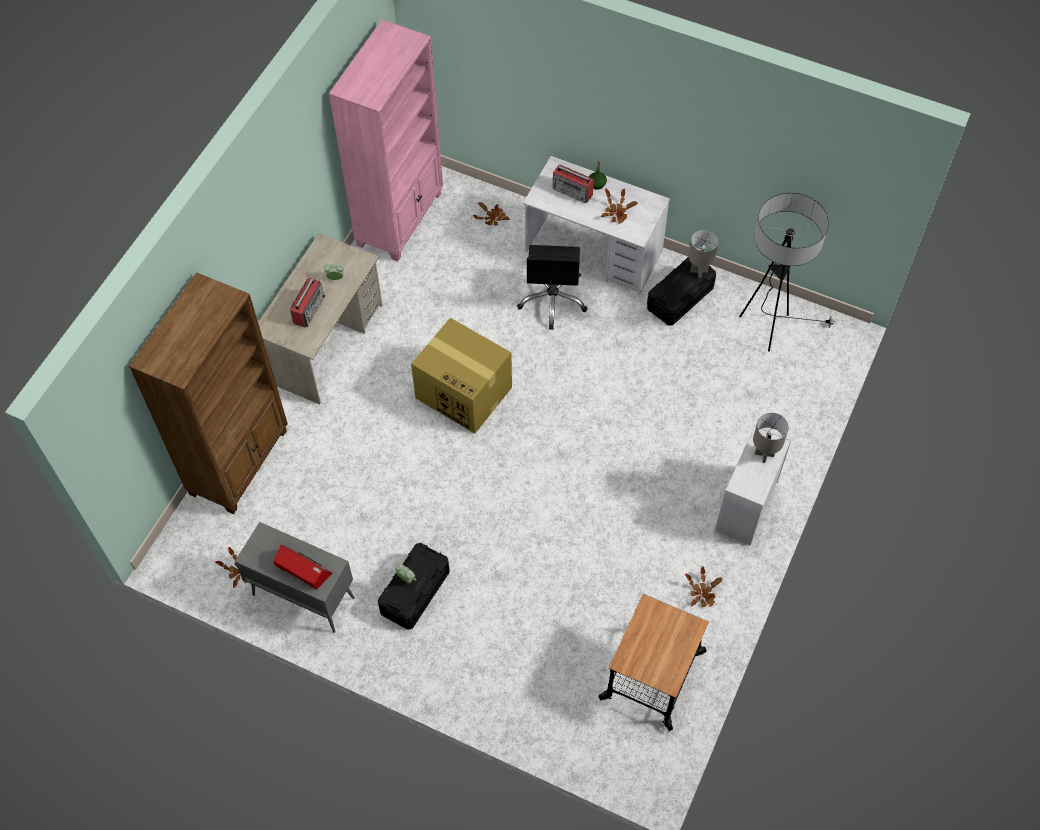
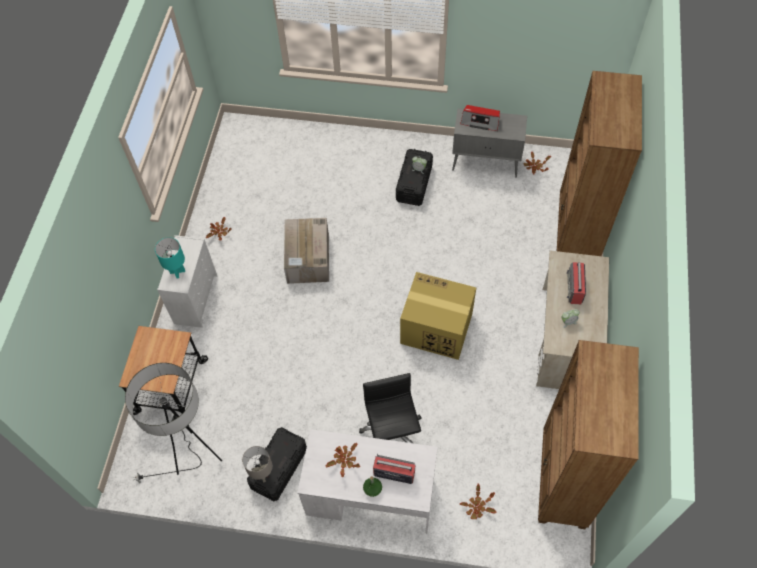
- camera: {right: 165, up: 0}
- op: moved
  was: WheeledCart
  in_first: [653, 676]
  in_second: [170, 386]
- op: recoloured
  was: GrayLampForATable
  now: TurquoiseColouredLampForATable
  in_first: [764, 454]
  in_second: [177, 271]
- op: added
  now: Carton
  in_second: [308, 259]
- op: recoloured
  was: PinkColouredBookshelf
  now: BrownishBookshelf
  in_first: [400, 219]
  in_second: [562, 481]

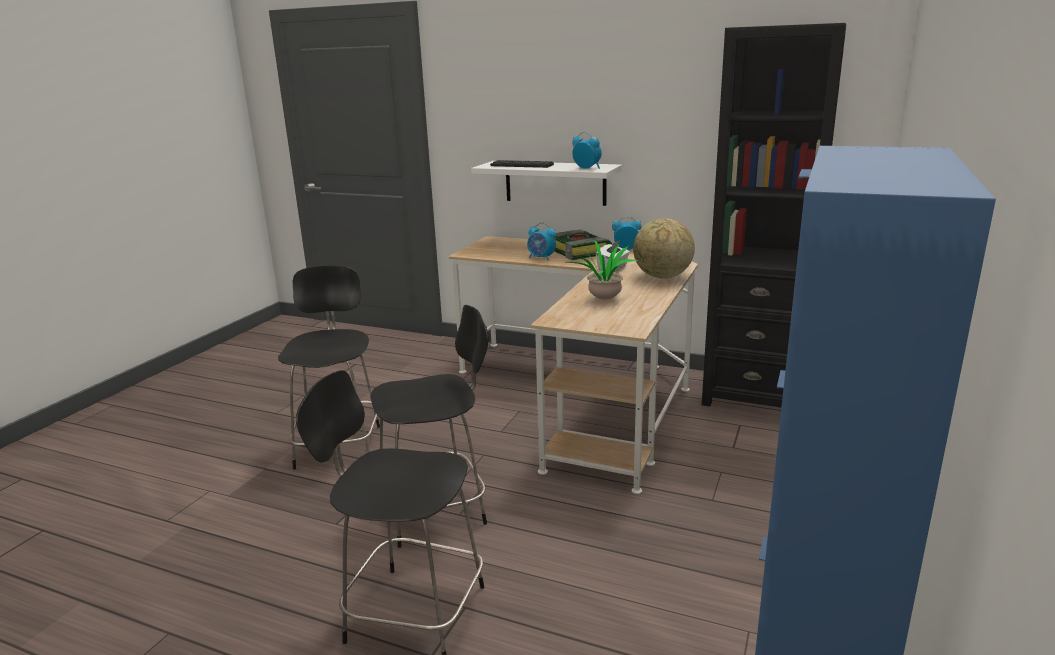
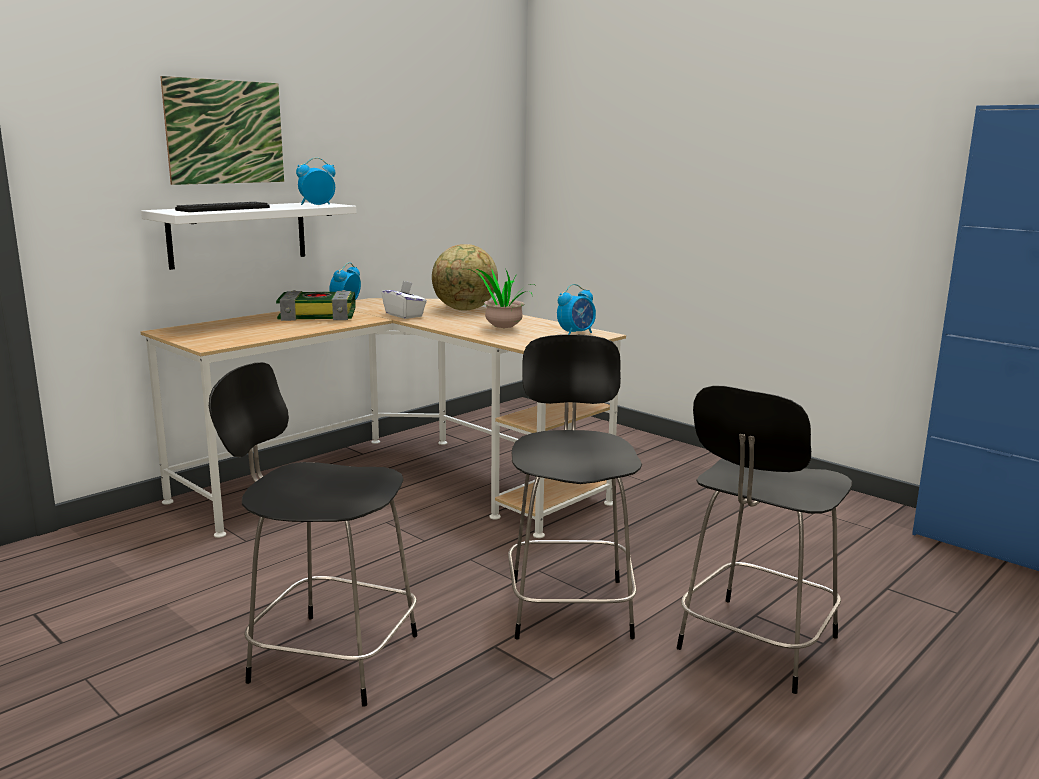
- camera: {right: -70, up: -5}
- op: added
  now: WallArt
  in_second: [225, 132]
- op: moved
  was: BedsideClock
  in_first: [541, 258]
  in_second: [576, 333]
- op: removed
  was: BlackishBookshelf
  in_first: [753, 395]

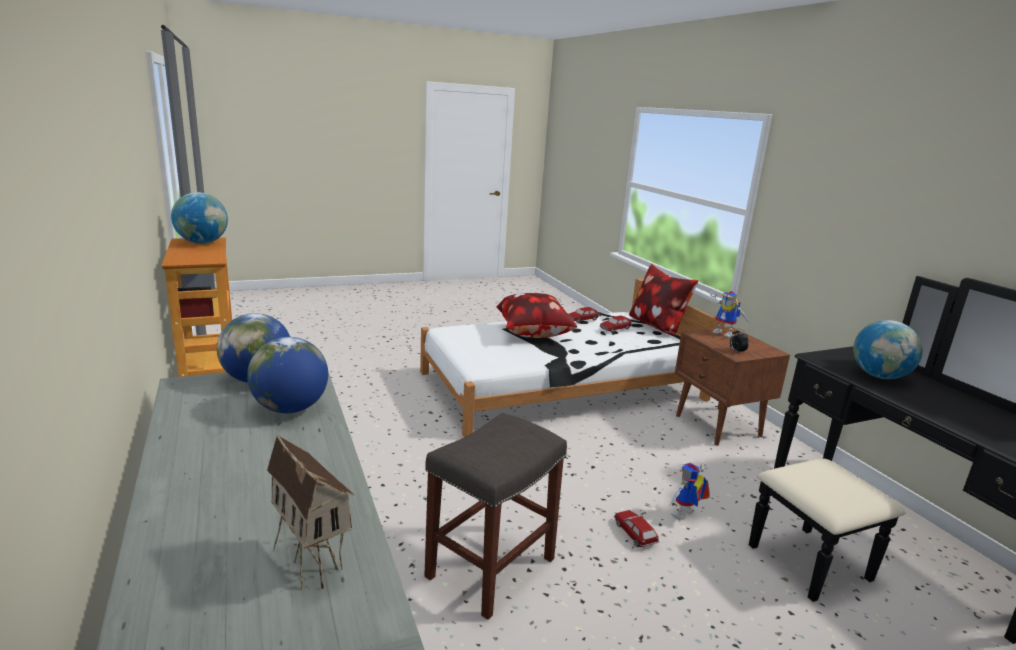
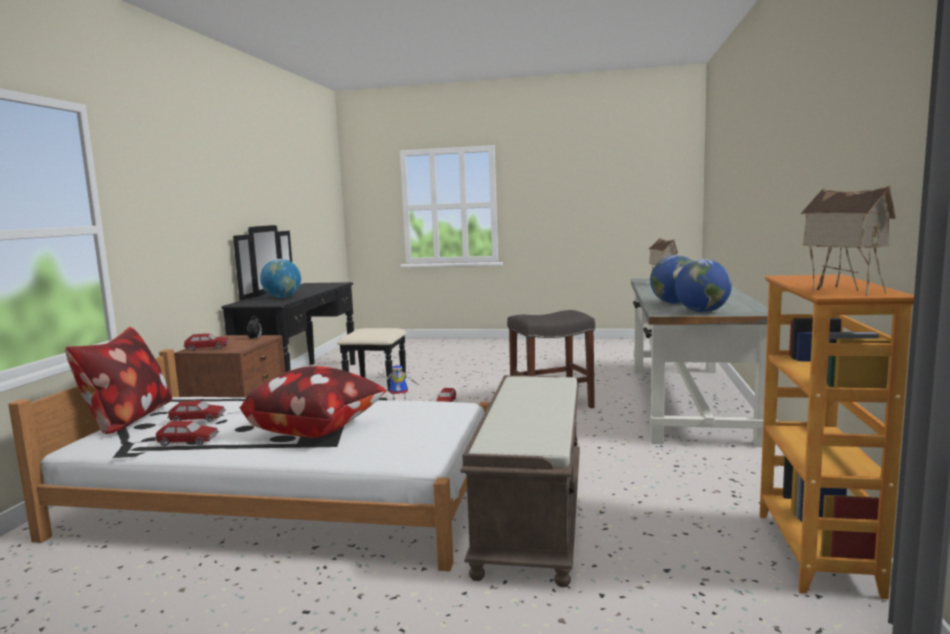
- camera: {right: -145, up: -10}
- op: replaced
  was: ToyRobot
  now: ToyCar
  in_first: [726, 333]
  in_second: [207, 348]
- op: added
  now: BrownishBench
  in_second: [531, 511]
- op: replaced
  was: WorldGlobe
  now: ModelHouse
  in_first: [202, 243]
  in_second: [841, 291]

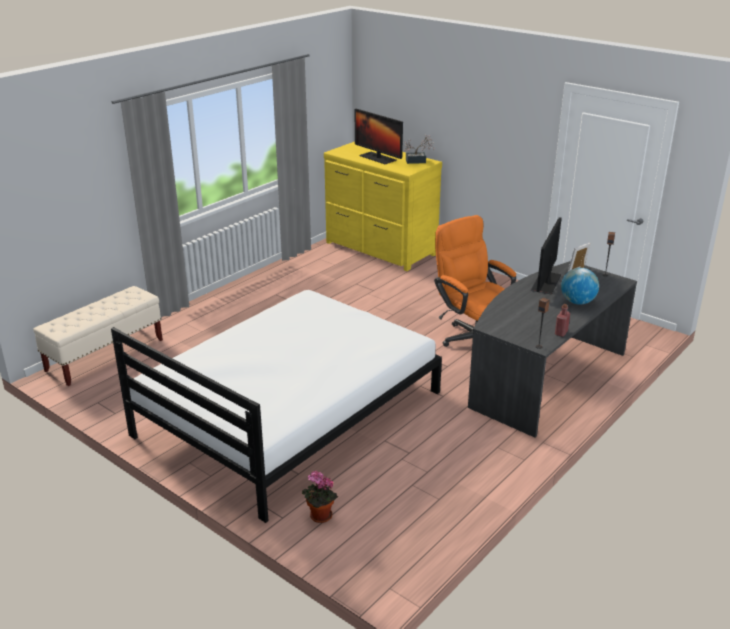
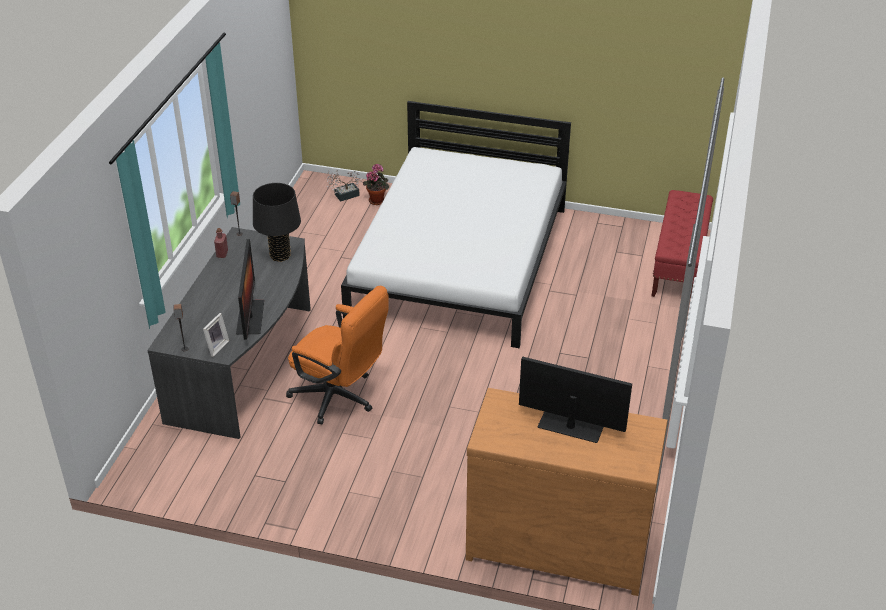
- camera: {right: 155, up: 10}
- op: added
  now: BlackishLampForATable
  in_second: [280, 256]
- op: moved
  was: Houseplant
  in_first: [418, 161]
  in_second: [344, 196]
- op: recoloured
  was: YellowishDrawerChest
  now: BrownishDrawerChest
  in_first: [380, 249]
  in_second: [558, 542]
- op: recoloured
  was: BeigeBench
  now: RedColouredBench
  in_first: [105, 355]
  in_second: [679, 266]
- op: removed
  was: WorldGlobe
  in_first: [577, 302]

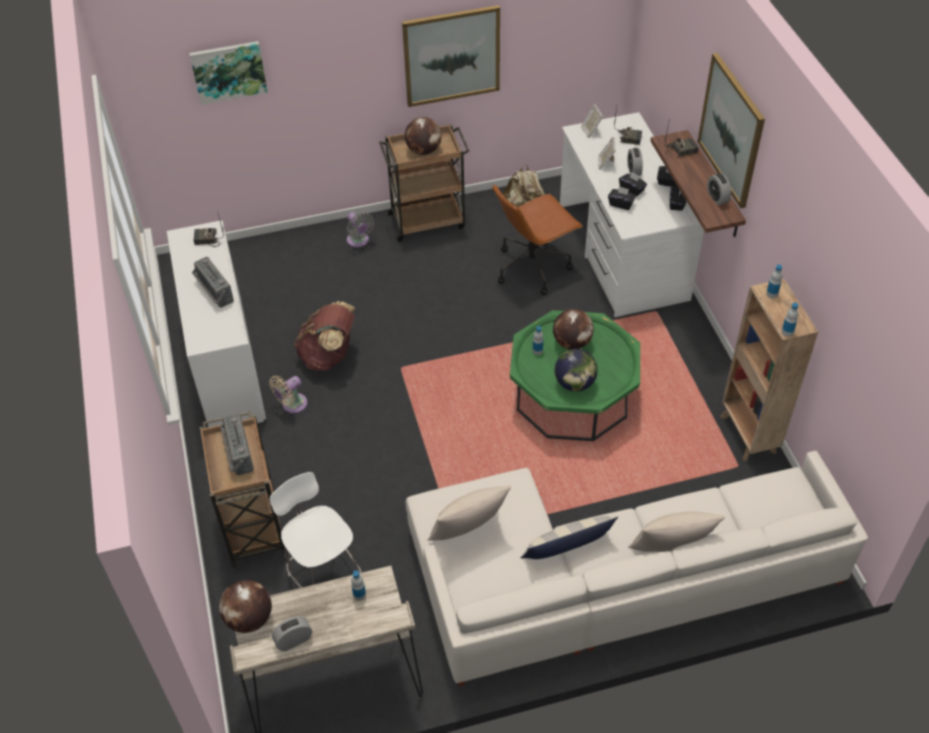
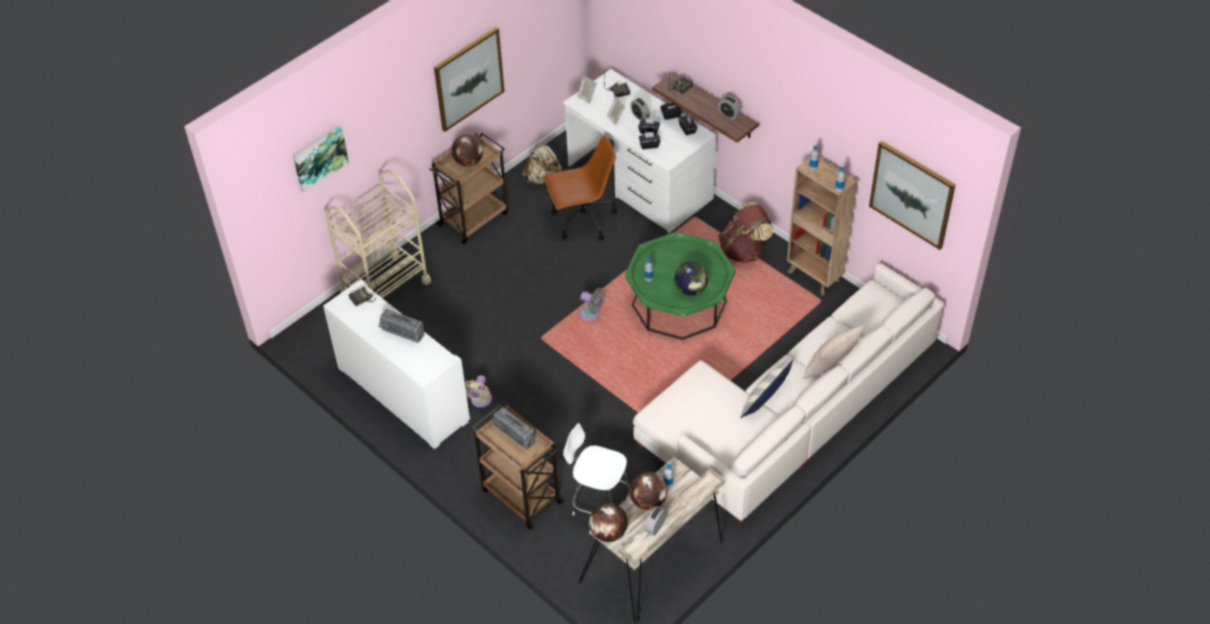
- camera: {right: -30, up: 0}
- op: added
  now: BeigeWheeledCart
  in_second: [385, 287]
- op: turned
  was: BrownishOfficeChair
  in_first: [533, 267]
  in_second: [582, 221]
  clockwise: -135
- op: moved
  was: GrayCoolingFan
  in_first: [359, 241]
  in_second: [591, 314]
- op: moved
  was: WorldGlobe
  in_first: [572, 342]
  in_second: [648, 501]
- op: moved
  was: BrownishBackpack
  in_first: [329, 356]
  in_second: [744, 251]
- op: moved
  was: WallArt
  in_first: [731, 130]
  in_second: [912, 194]
- op: removed
  was: BeigeCushion
  in_first: [469, 533]

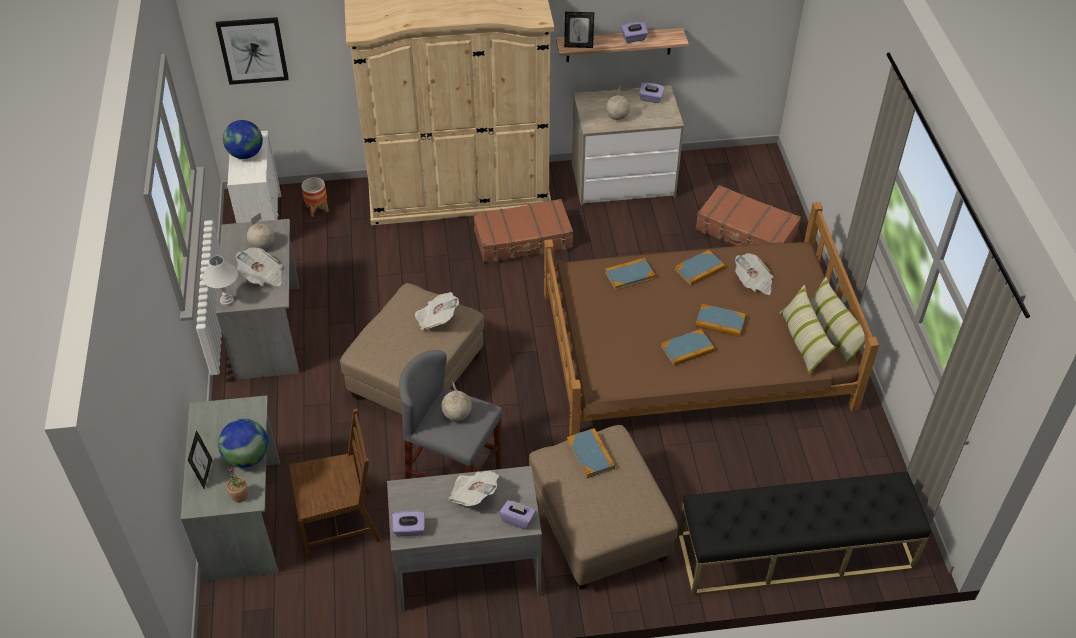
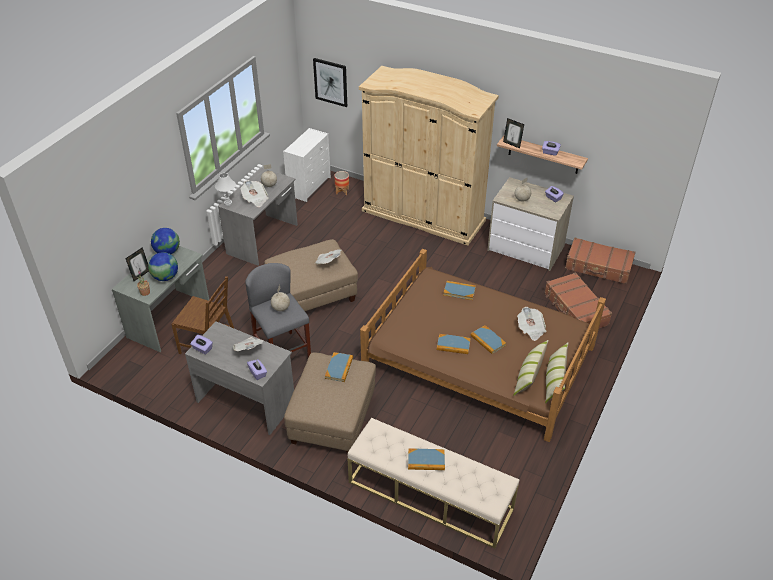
- camera: {right: 35, up: -5}
- op: moved
  was: WorldGlobe
  in_first: [246, 154]
  in_second: [167, 252]
- op: recoloured
  was: BlackishBench
  now: BeigeBench
  in_first: [794, 552]
  in_second: [430, 495]
- op: moved
  was: Book
  in_first: [699, 269]
  in_second: [426, 461]
- op: moved
  was: BrownishSuitcase
  in_first: [523, 240]
  in_second: [598, 267]

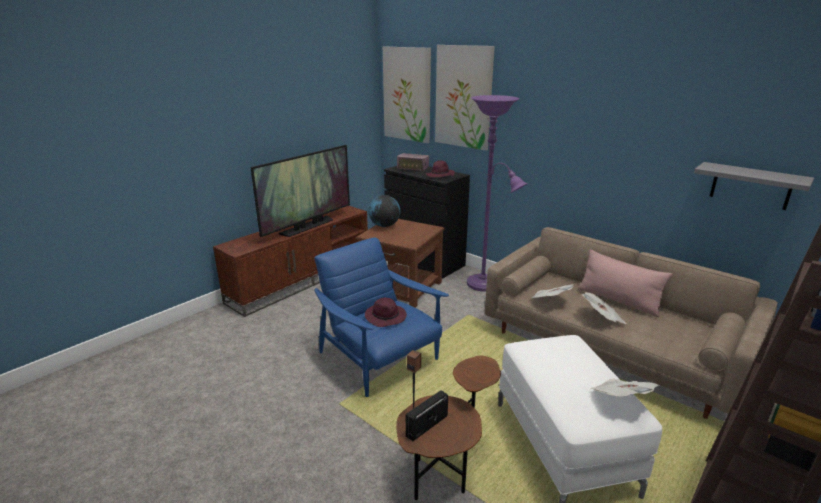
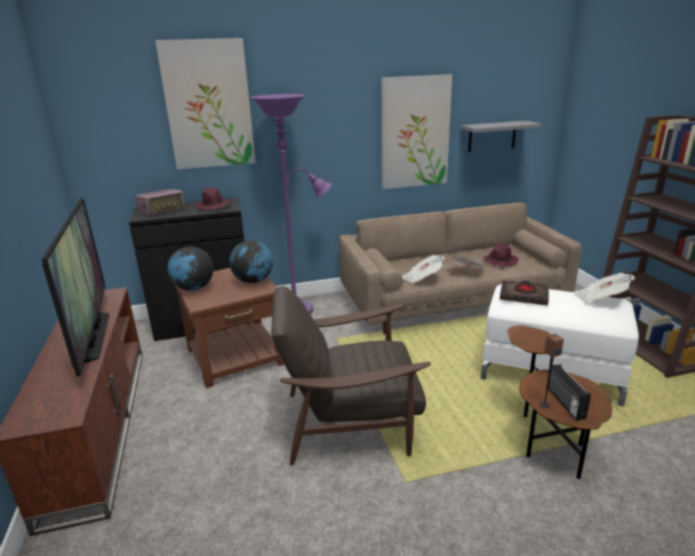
- camera: {right: -55, up: 0}
- op: added
  now: WorldGlobe
  in_second: [253, 281]
- op: recoloured
  was: BlueColouredLoungeChair
  now: BrownishLoungeChair
  in_first: [379, 358]
  in_second: [350, 421]
- op: moved
  was: WallArt
  in_first: [407, 94]
  in_second: [414, 132]
- op: moved
  was: PurplishClothingHat
  in_first: [386, 317]
  in_second: [500, 261]
- op: added
  now: BlackishBook
  in_second: [524, 296]
- op: removed
  was: PinkColouredCushion
  in_first: [618, 300]

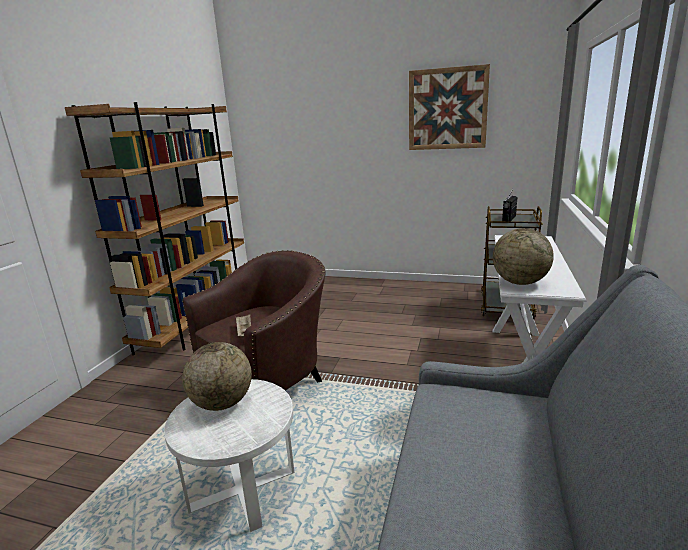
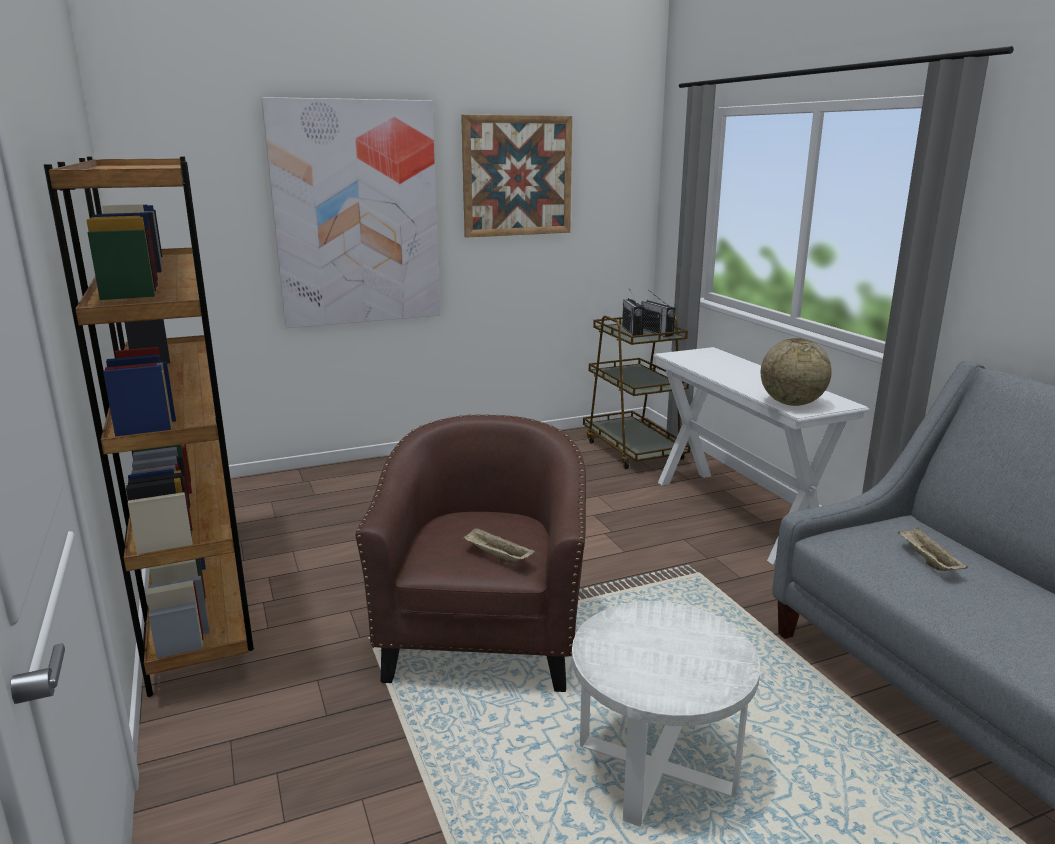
- camera: {right: -40, up: 0}
- op: added
  now: WallArt
  in_second: [357, 214]
- op: added
  now: RadioReceiver
  in_second: [656, 332]
- op: added
  now: BeigeCarryingTray
  in_second: [927, 561]
- op: removed
  was: WorldGlobe
  in_first: [222, 403]

